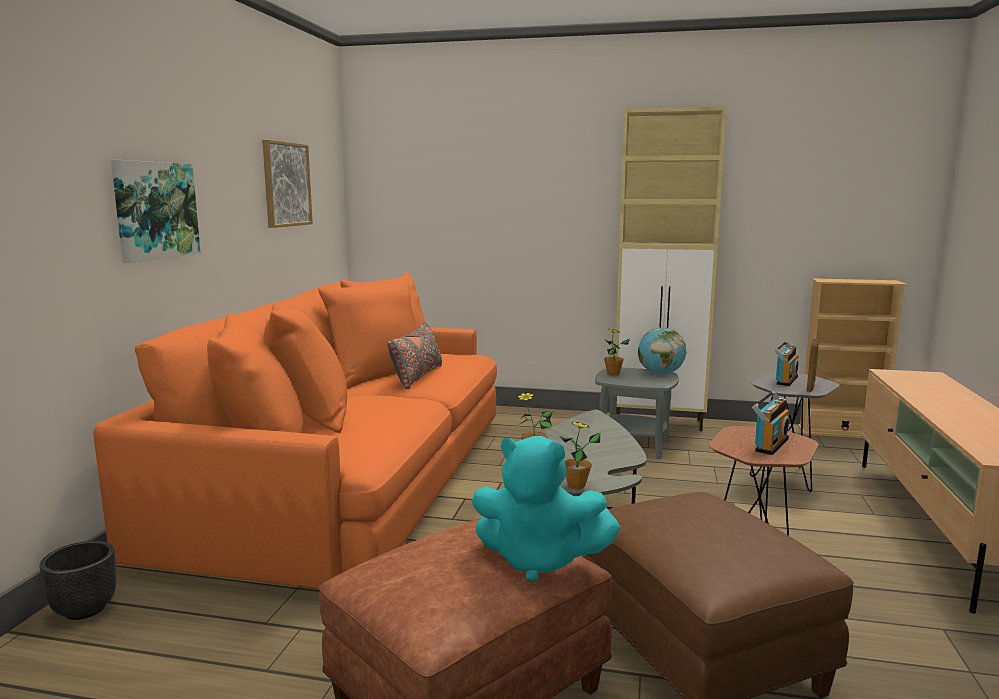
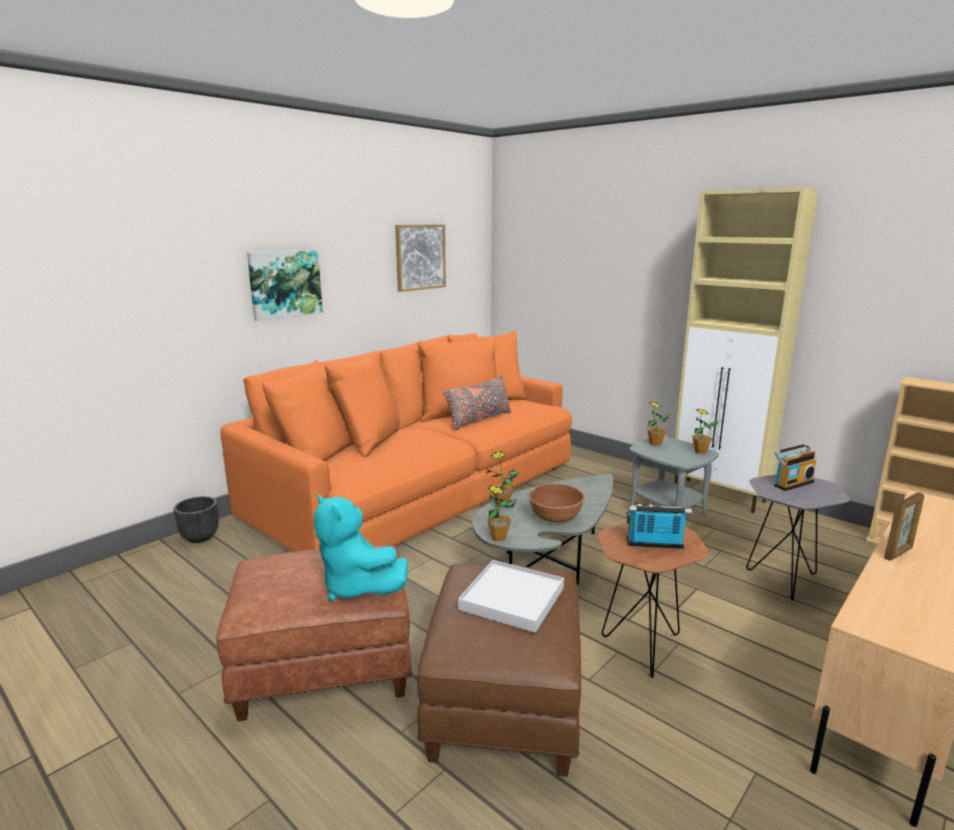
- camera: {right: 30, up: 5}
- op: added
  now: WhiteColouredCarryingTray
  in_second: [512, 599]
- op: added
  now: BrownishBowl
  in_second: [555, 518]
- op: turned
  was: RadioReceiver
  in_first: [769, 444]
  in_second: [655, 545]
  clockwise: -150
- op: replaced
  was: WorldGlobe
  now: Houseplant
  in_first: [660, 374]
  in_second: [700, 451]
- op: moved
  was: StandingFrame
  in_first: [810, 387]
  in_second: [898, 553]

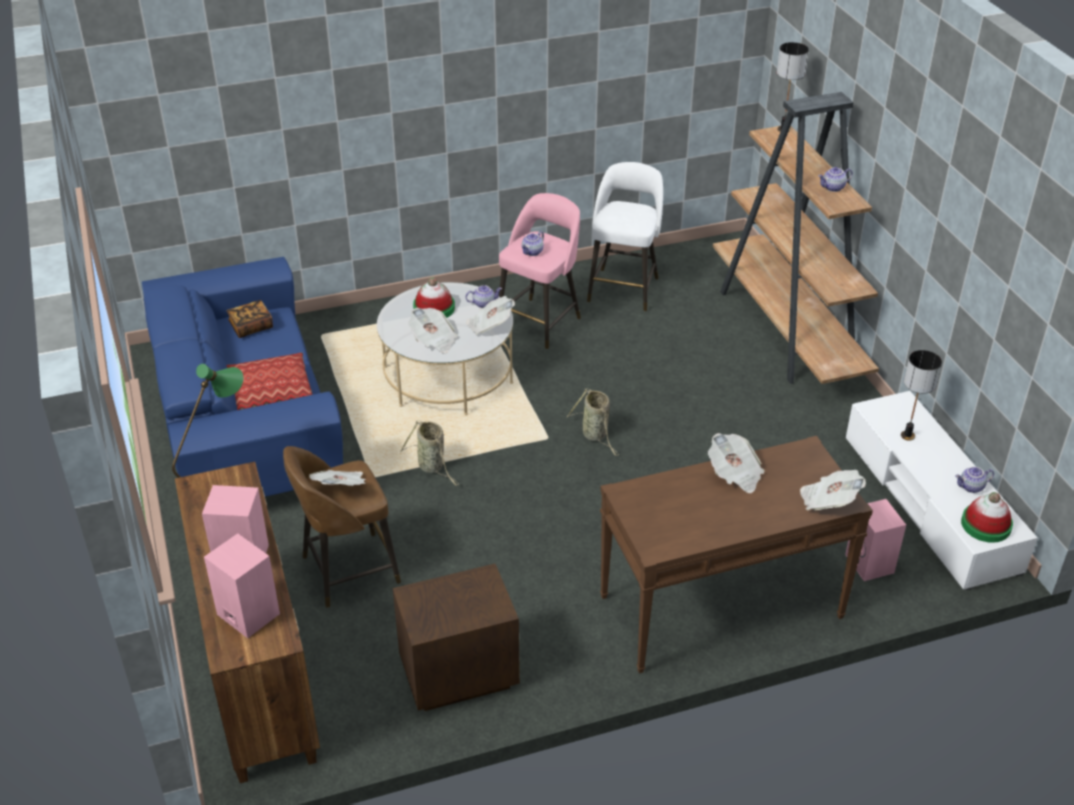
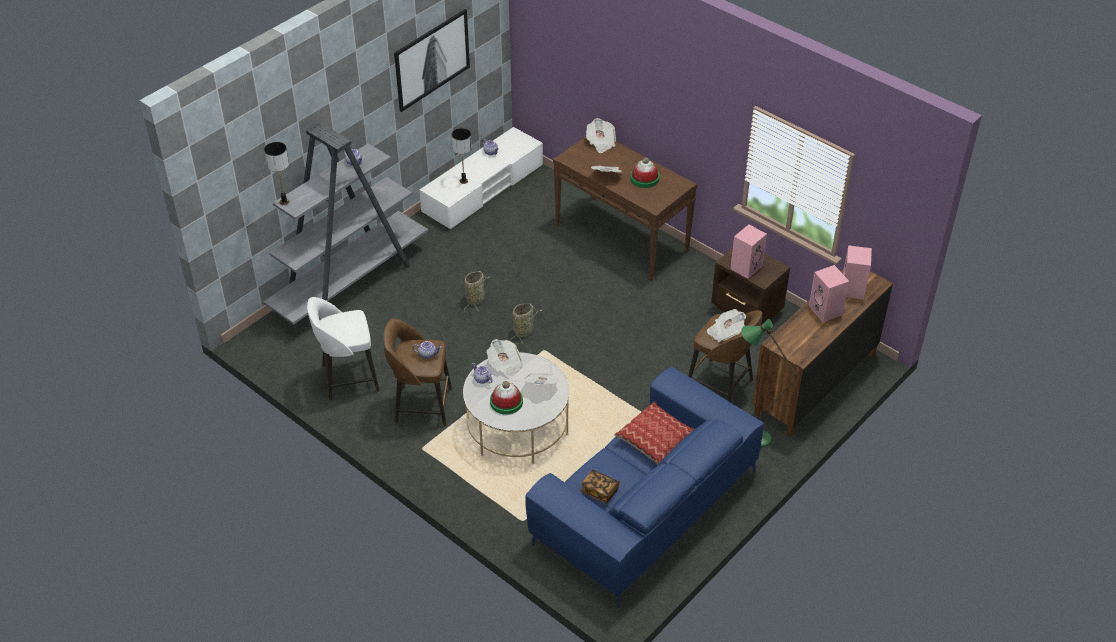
- camera: {right: -120, up: 5}
- op: recoloured
  was: BrownishBookshelf
  now: GrayBookshelf
  in_first: [787, 331]
  in_second: [350, 283]
- op: recoloured
  was: PinkColouredSittingStool
  now: BrownishSittingStool
  in_first: [540, 322]
  in_second: [421, 405]
- op: added
  now: WallArt
  in_second: [431, 59]
- op: moved
  was: StorageBasket
  in_first: [432, 467]
  in_second: [476, 299]
- op: moved
  was: ClothingHat
  in_first: [986, 525]
  in_second: [644, 178]
- op: moved
  was: PinkColouredLoudspeaker
  in_first: [871, 564]
  in_second: [746, 267]

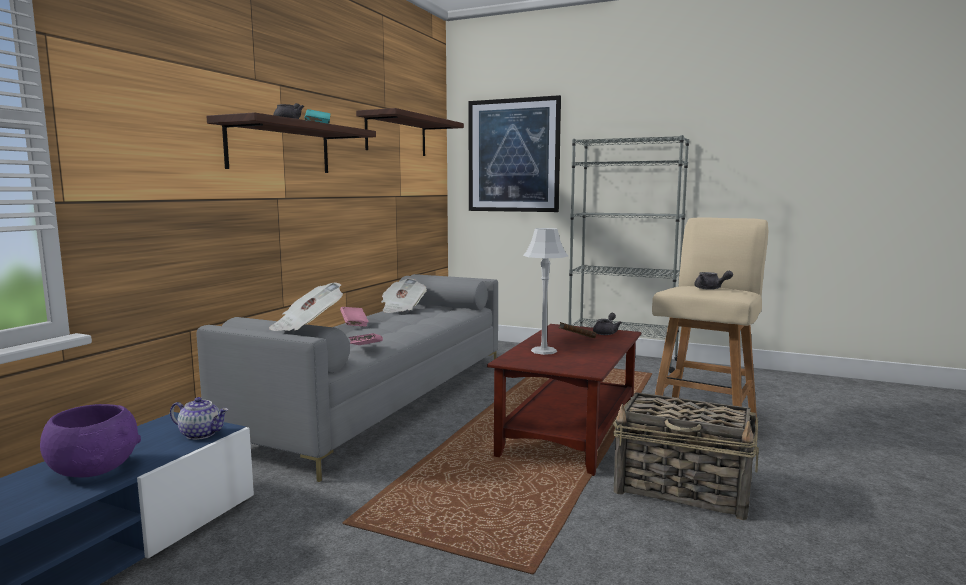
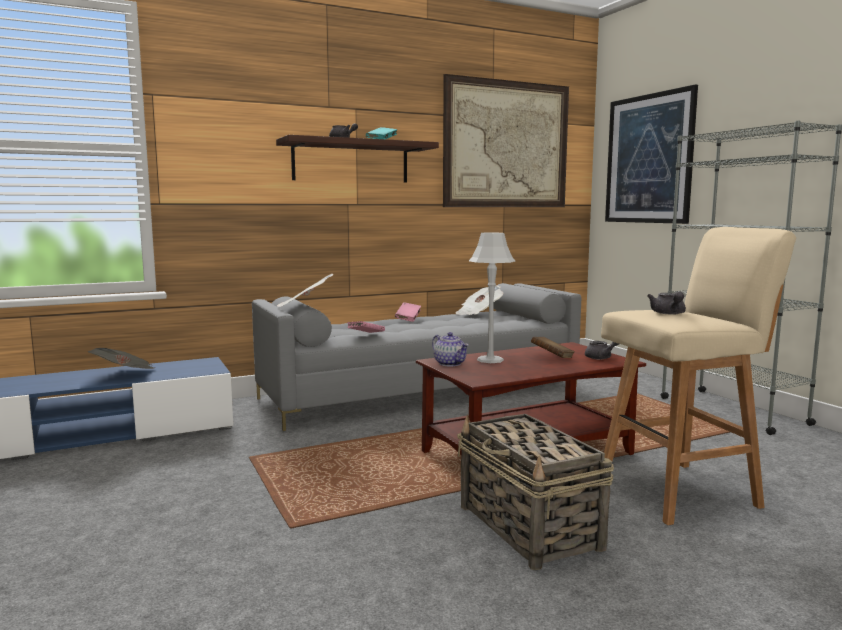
- camera: {right: 40, up: 0}
- op: replaced
  was: PurplishBowl
  now: PrintedPaper
  in_first: [96, 469]
  in_second: [125, 375]
- op: moved
  was: PotForTea
  in_first: [201, 434]
  in_second: [450, 363]
- op: replaced
  was: Shelf
  now: WallArt
  in_first: [396, 135]
  in_second: [507, 145]

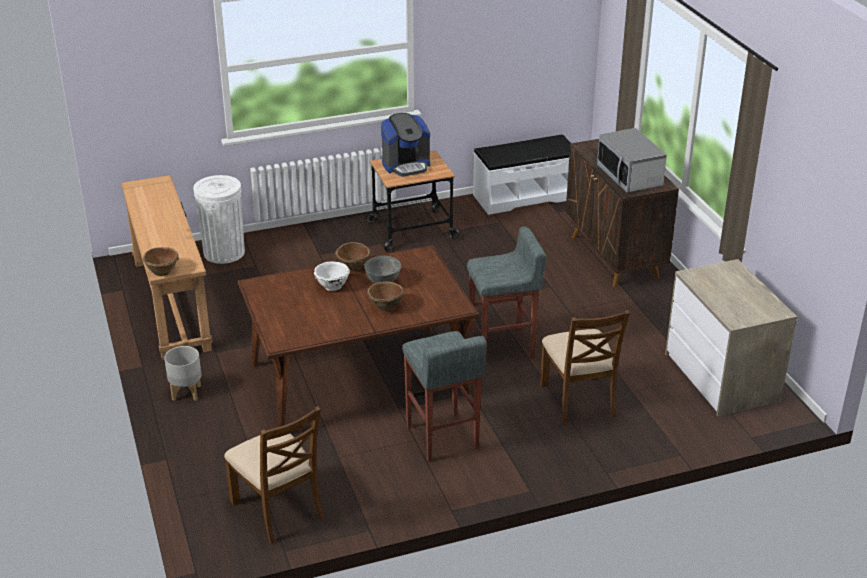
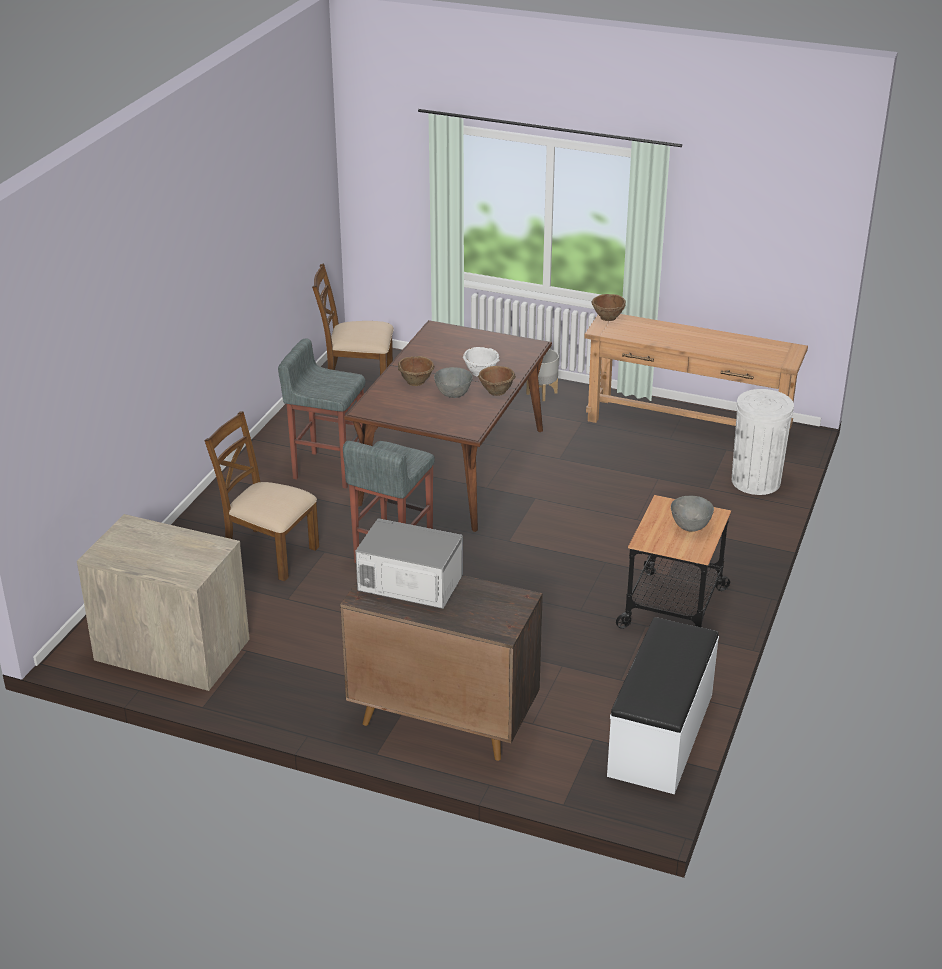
- camera: {right: 130, up: 0}
- op: replaced
  was: CoffeeBrewer
  now: GrayBowl
  in_first: [406, 165]
  in_second: [690, 527]

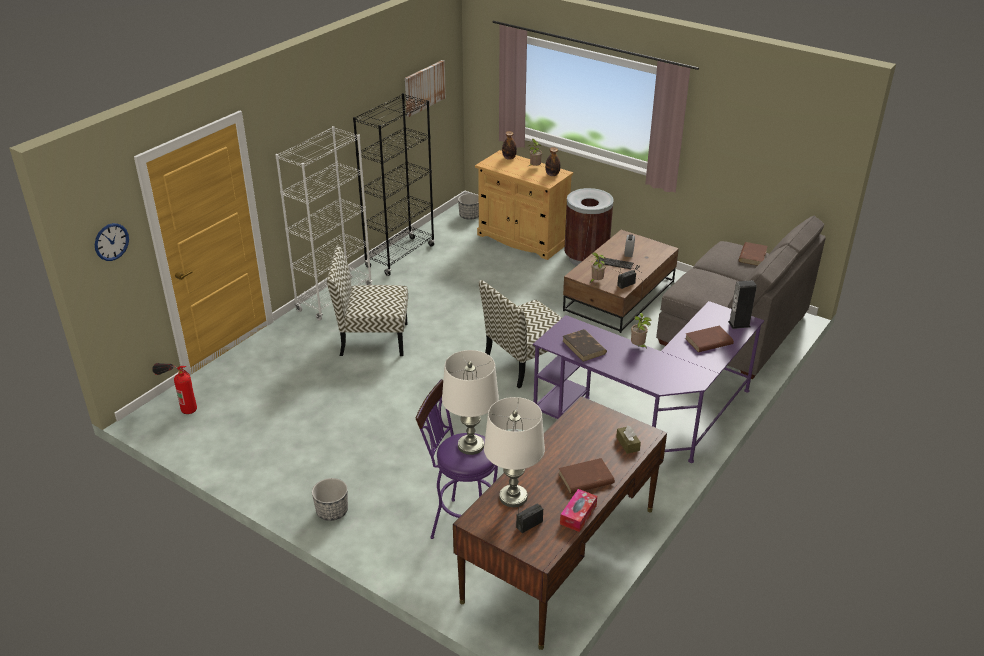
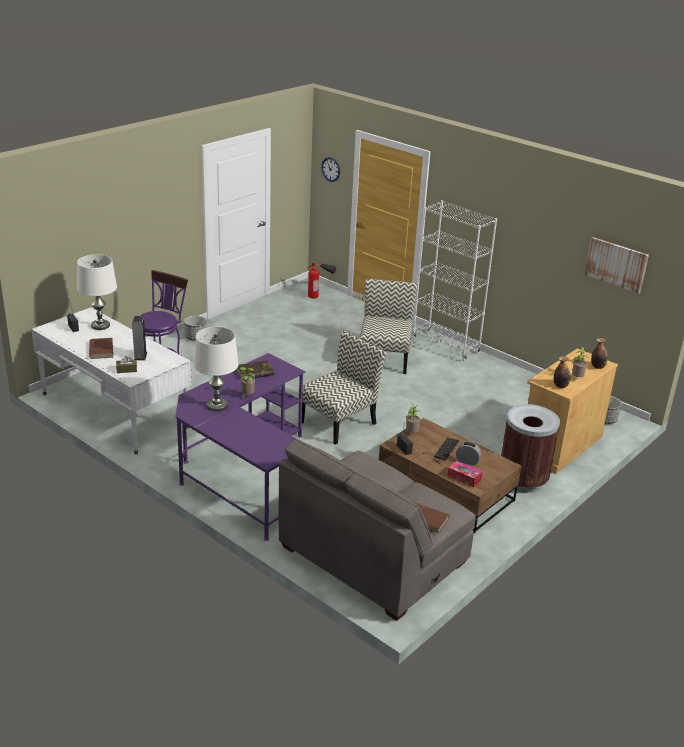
- camera: {right: 95, up: -5}
- op: recoloured
  was: BrownishDeskTable
  now: WhiteColouredDeskTable
  in_first: [560, 554]
  in_second: [114, 410]
- op: moved
  was: Loudspeaker
  in_first: [739, 324]
  in_second: [140, 356]
- op: moved
  was: WhiteColouredLampForATable
  in_first: [470, 446]
  in_second: [217, 406]
- op: turned
  was: PlainChair
  in_first: [525, 362]
  in_second: [339, 422]
  clockwise: 75
- op: moved
  was: TissueBox
  in_first: [578, 515]
  in_second: [464, 477]
- op: removed
  was: BlackishBookshelf
  in_first: [400, 256]
- op: removed
  was: BrownishBook
  in_first: [708, 341]

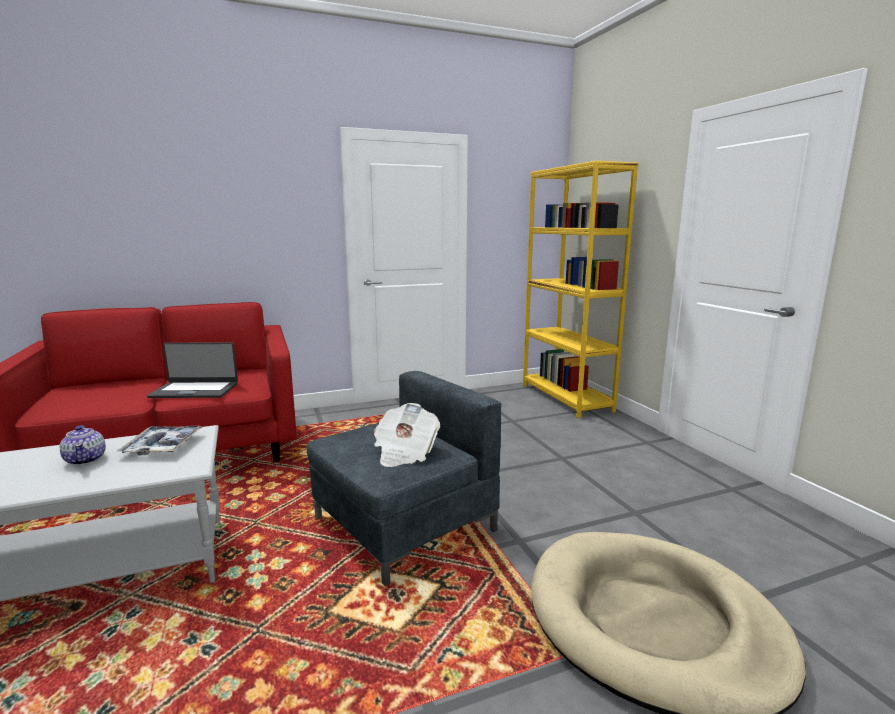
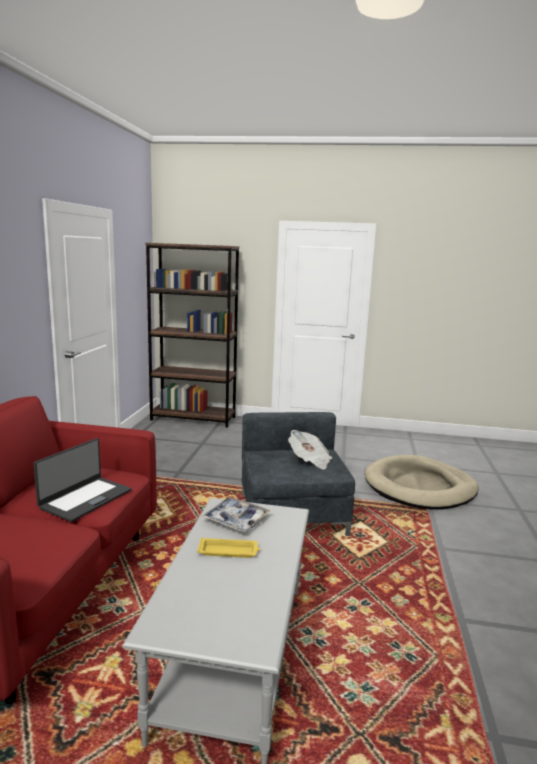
- camera: {right: -60, up: 0}
- op: recoloured
  was: YellowishBookshelf
  now: BrownishBookshelf
  in_first: [566, 398]
  in_second: [193, 418]
- op: replaced
  was: PotForTea
  now: YellowishCarryingTray
  in_first: [86, 459]
  in_second: [229, 551]

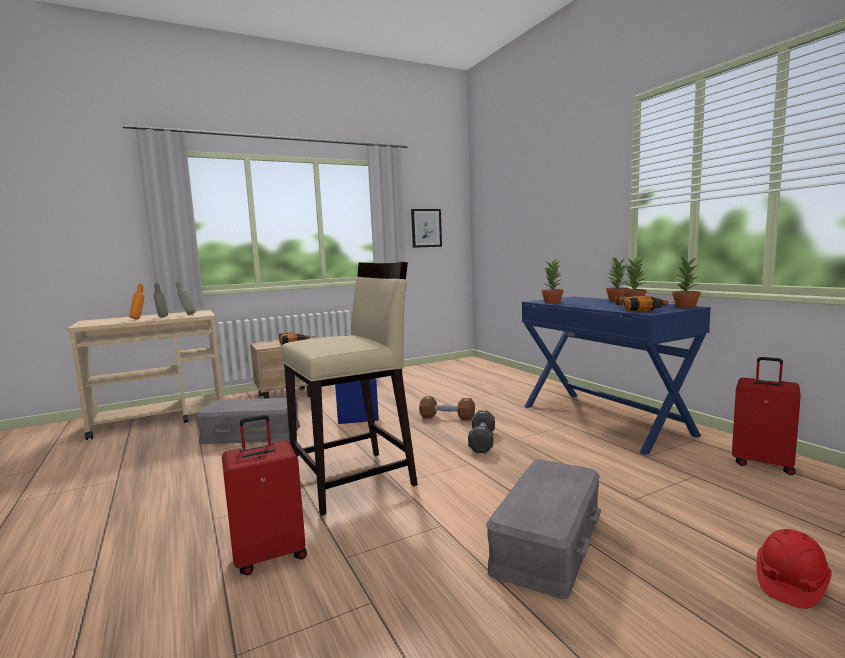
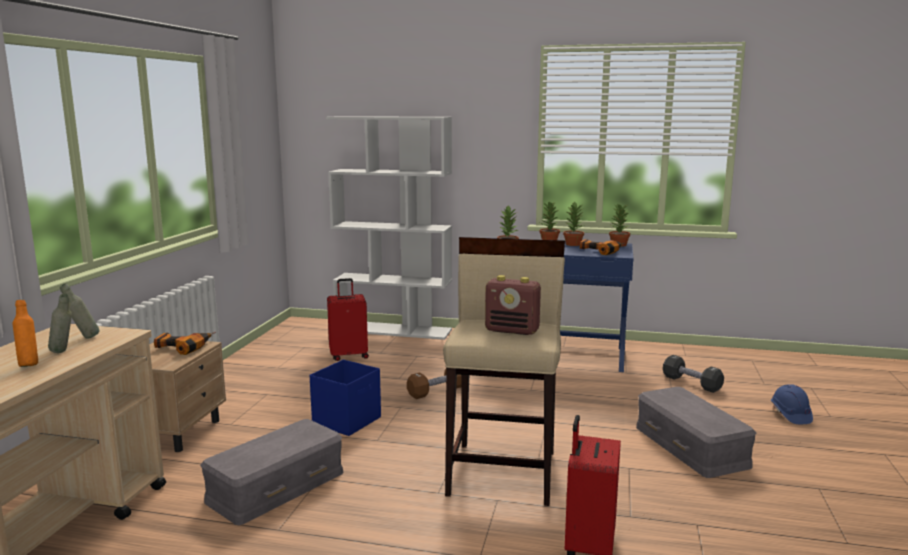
- camera: {right: -50, up: 5}
- op: added
  now: WhiteColouredBookshelf
  in_second: [394, 330]
- op: moved
  was: RedColouredSuitcase
  in_first: [763, 463]
  in_second: [349, 355]
- op: added
  now: RadioReceiver
  in_second: [512, 331]
- op: moved
  was: BlackishDumbbell
  in_first: [482, 441]
  in_second: [691, 383]
- op: recoloured
  was: RedColouredWorkHelmet
  now: BlueColouredWorkHelmet
  in_first: [790, 583]
  in_second: [790, 415]
- op: removed
  was: WallArt
  in_first: [426, 228]

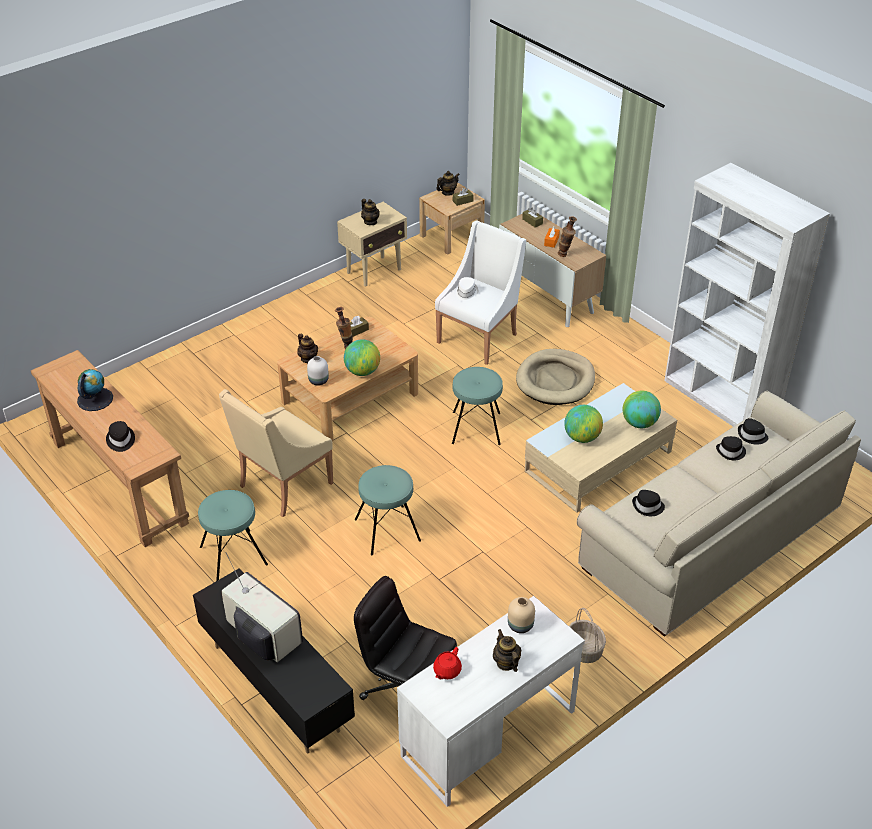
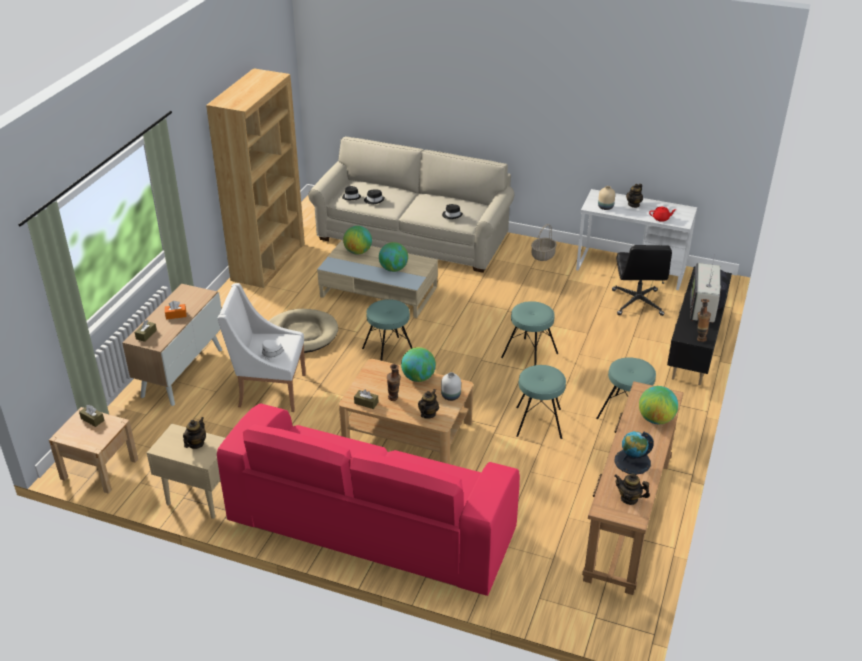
- camera: {right: -120, up: -5}
- op: recoloured
  was: WhiteColouredBookshelf
  now: BrownishBookshelf
  in_first: [720, 399]
  in_second: [268, 261]
- op: added
  now: PinkColouredCouch
  in_second: [371, 526]
- op: replaced
  was: BeigeLoungeChair
  now: TurquoiseColouredSittingStool
  in_first: [283, 485]
  in_second: [538, 422]
- op: moved
  was: PotForTea
  in_first: [447, 192]
  in_second: [629, 498]
- op: replaced
  was: BlackishClothingHat
  now: WorldGlobe
  in_first: [120, 440]
  in_second: [656, 419]
- op: moved
  was: DecorativeVase
  in_first: [565, 255]
  in_second: [700, 338]

